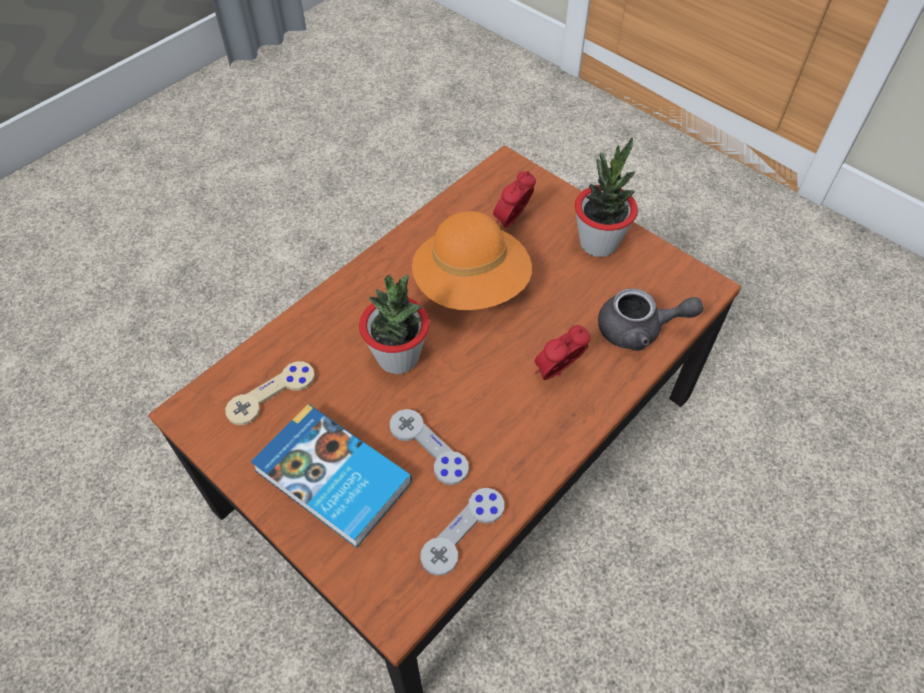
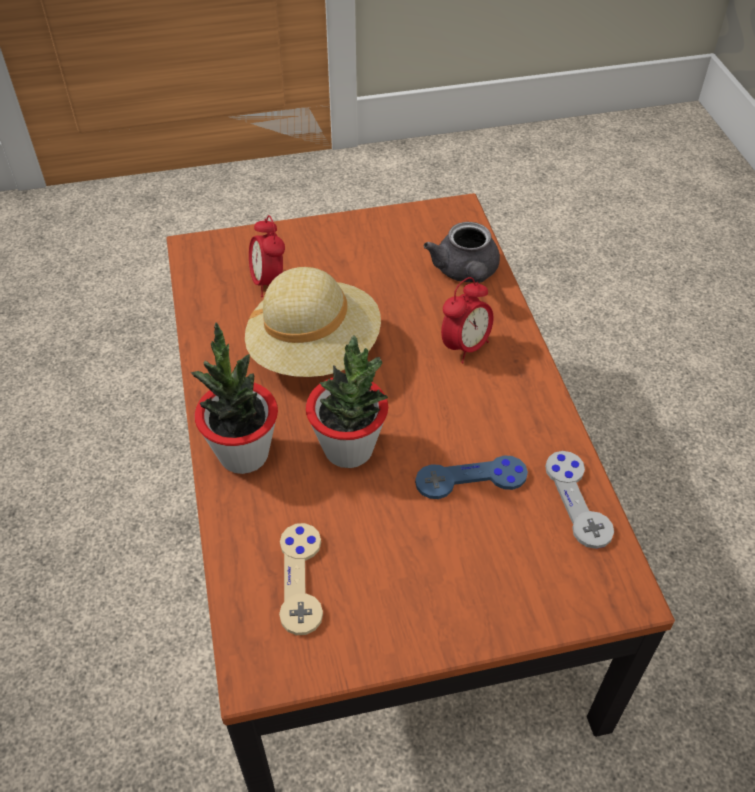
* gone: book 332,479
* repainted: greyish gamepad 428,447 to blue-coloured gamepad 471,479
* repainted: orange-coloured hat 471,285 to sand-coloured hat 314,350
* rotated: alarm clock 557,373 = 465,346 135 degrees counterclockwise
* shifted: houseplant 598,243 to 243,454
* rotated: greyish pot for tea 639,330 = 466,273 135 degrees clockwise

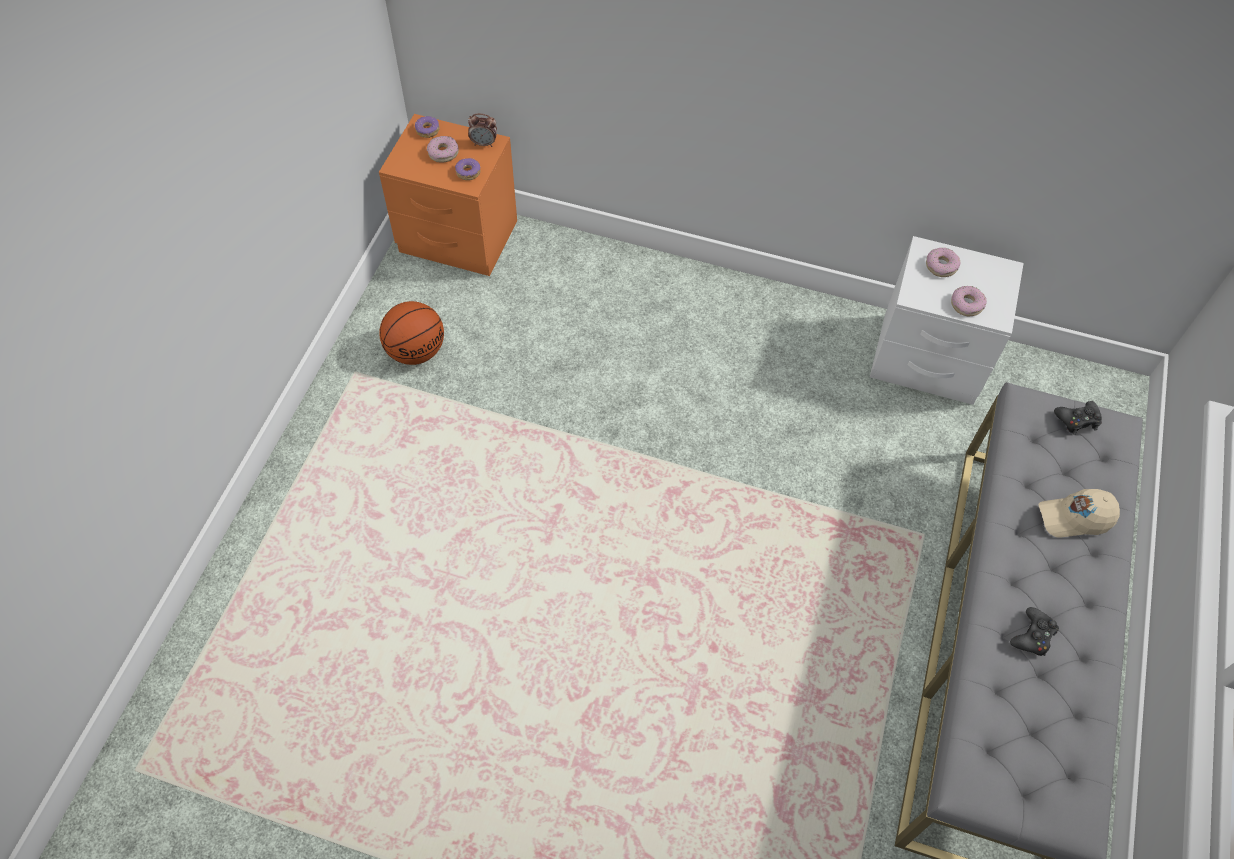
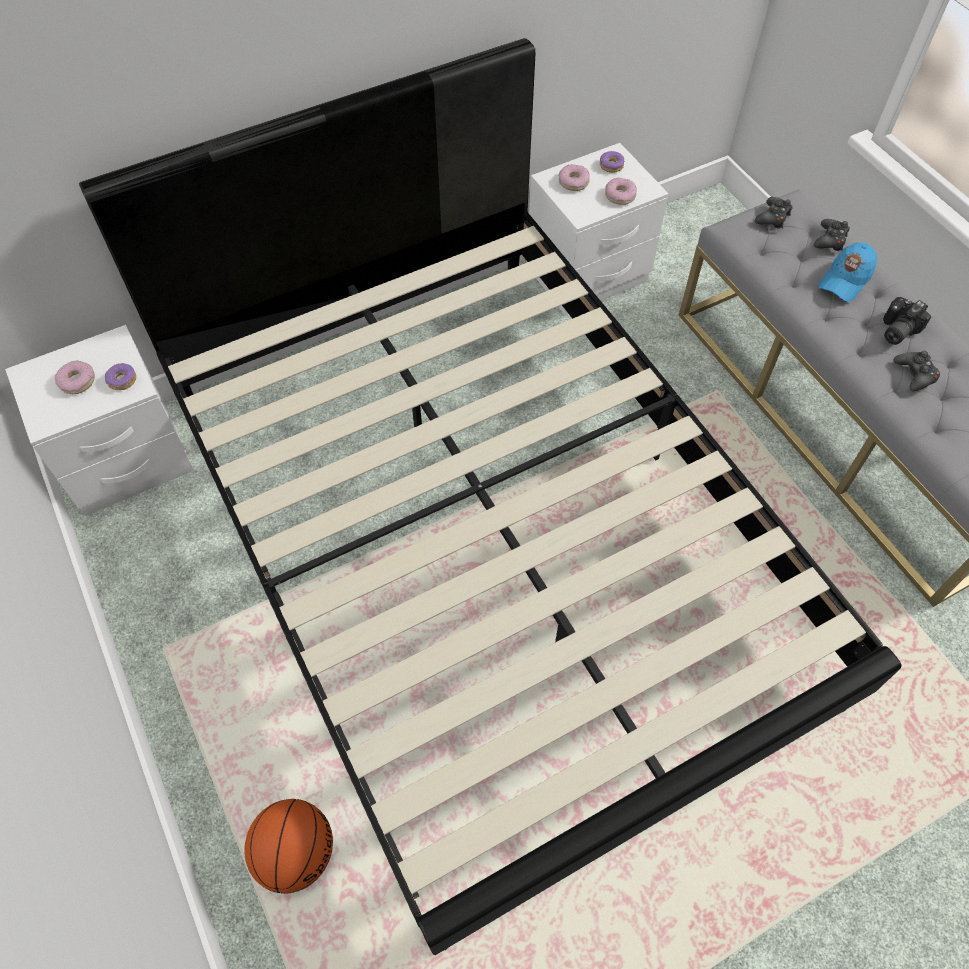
* repainted: orange-coloured nightstand 458,237 to white nightstand 128,461
* shifted: basketball ball 416,351 to 296,852
* shifted: ring doughnut 427,130 to 611,166
* gone: alarm clock 484,143
* repainted: sand-coloured cap 1074,517 to blue-coloured cap 845,280
* new: blackish bedroom bed 485,540
* new: blackish gamepad 830,240
* new: still camera 895,330

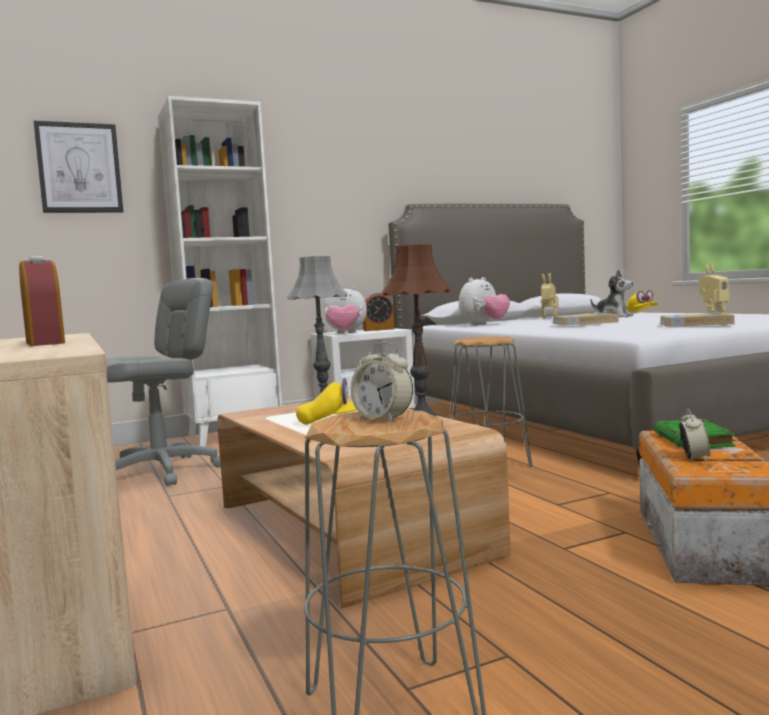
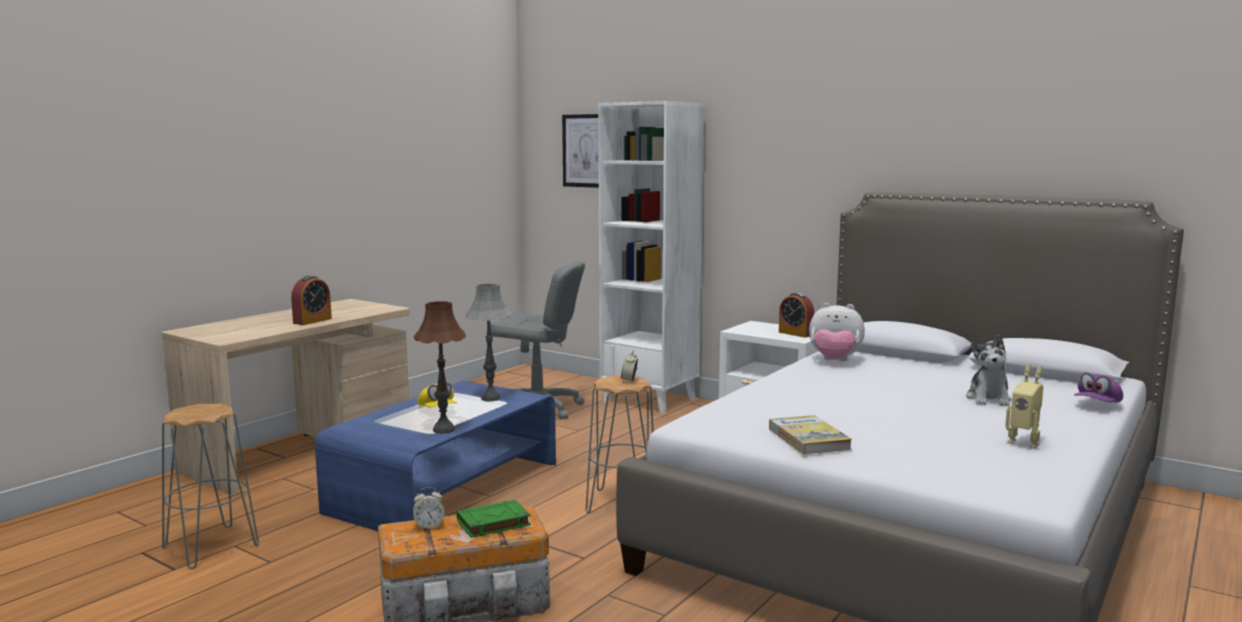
* repainted: brown-coloured low table 348,528 to blue-coloured low table 446,487
* gone: cuddly toy 345,333
* shifted: alarm clock 383,419 to 629,380
* gone: model robot 548,318
* gone: book 584,322
* repainted: yellowish cap 641,312 to purplish cap 1097,405

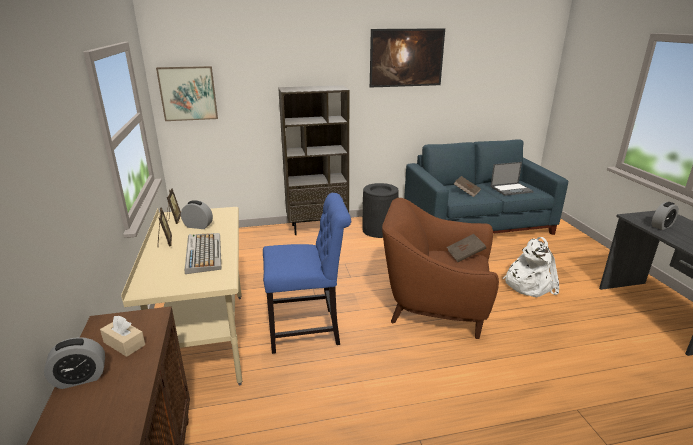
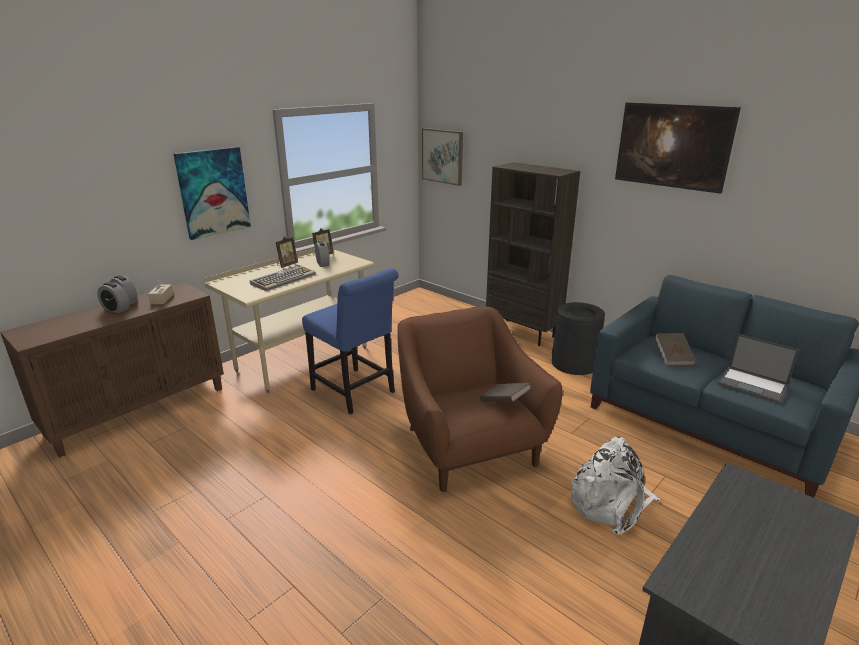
* shifted: alarm clock 661,226 to 116,309
* new: wall art 213,192

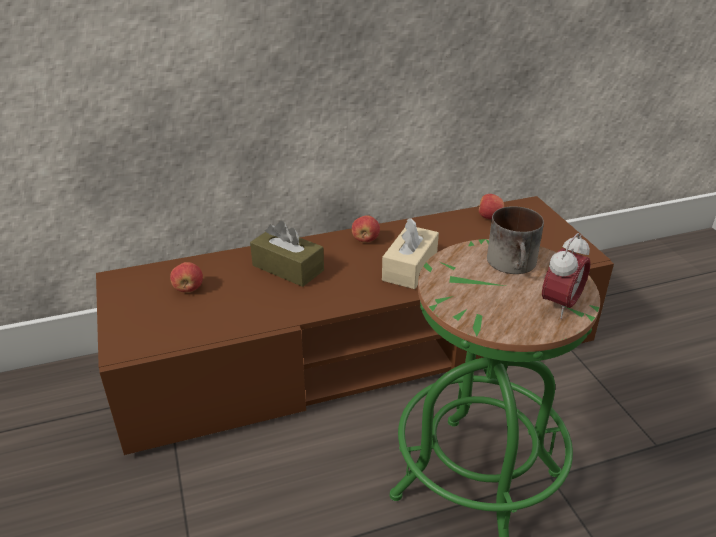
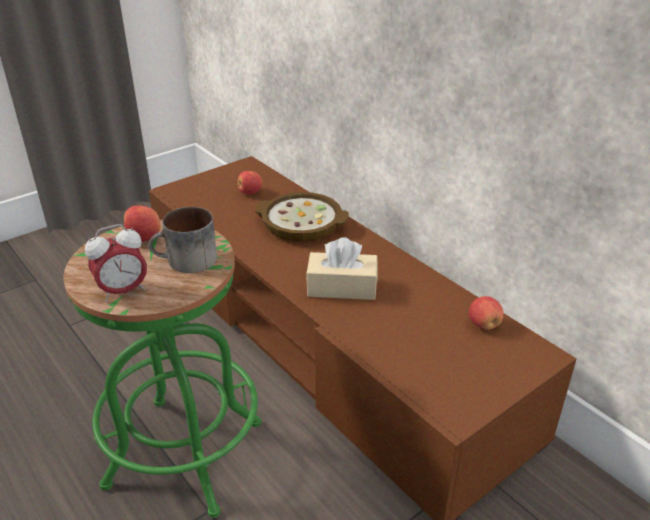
* swapped: brown-coloured tissue holder 288,268 to deep dish 302,225
* shifted: apple 365,240 to 143,238
* rotated: alarm clock 560,305 = 123,291 45 degrees counterclockwise

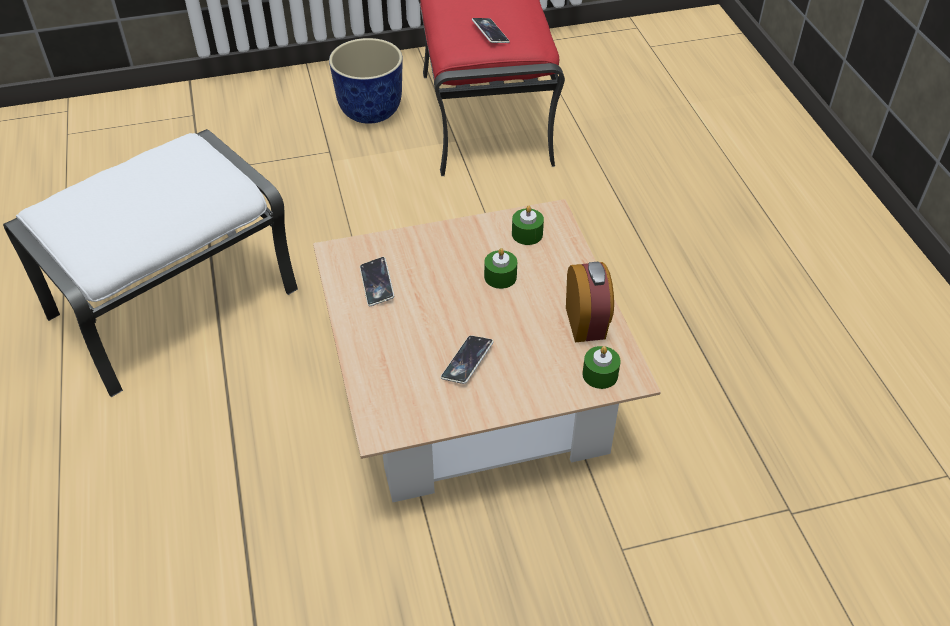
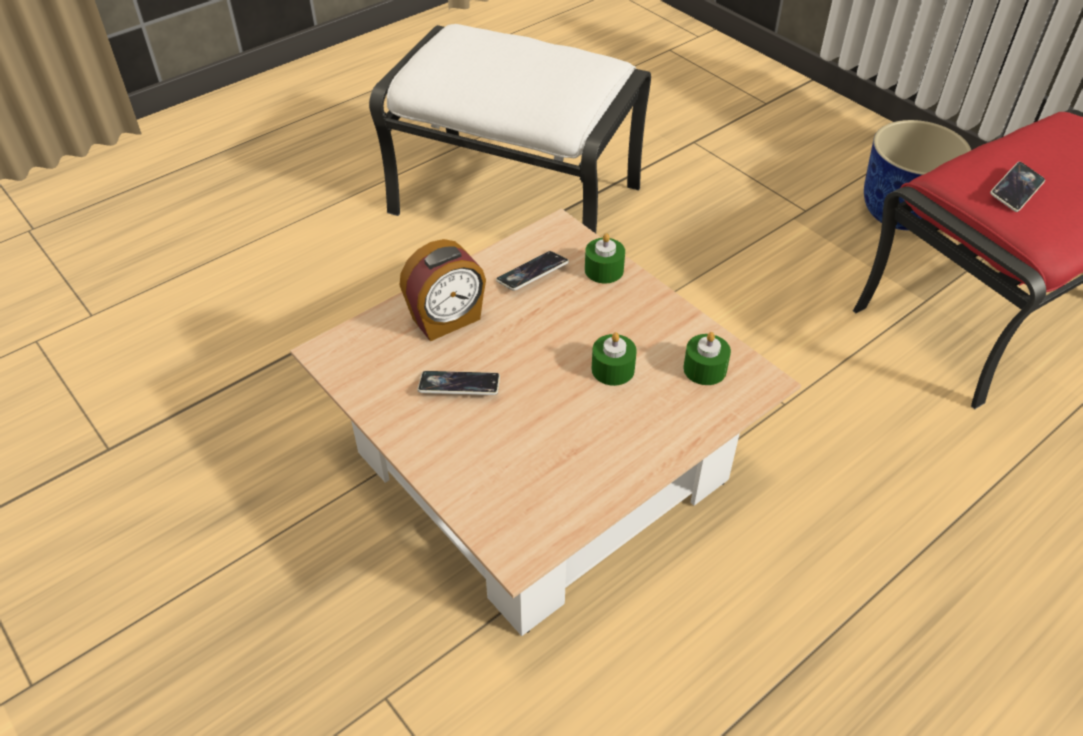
* shifted: alarm clock 586,323 to 447,320
* shifted: green wax candle 600,374 to 604,270

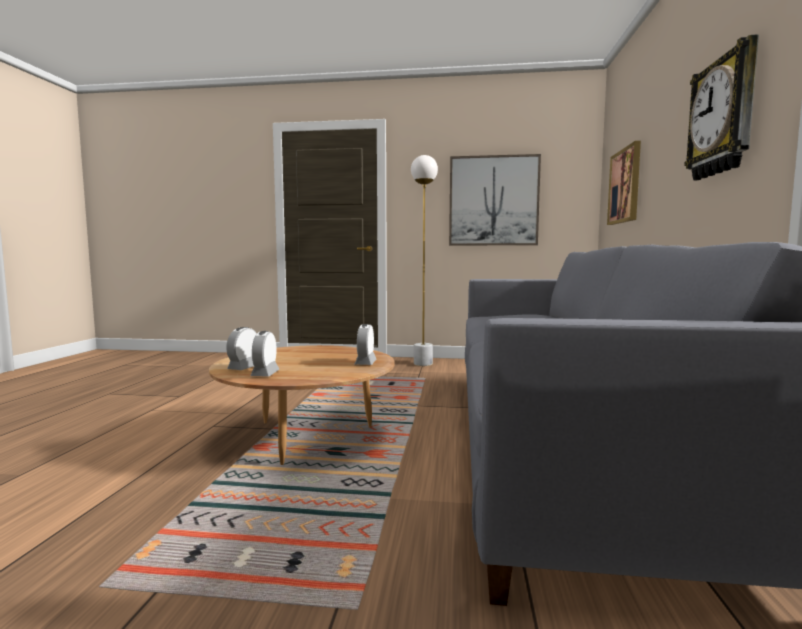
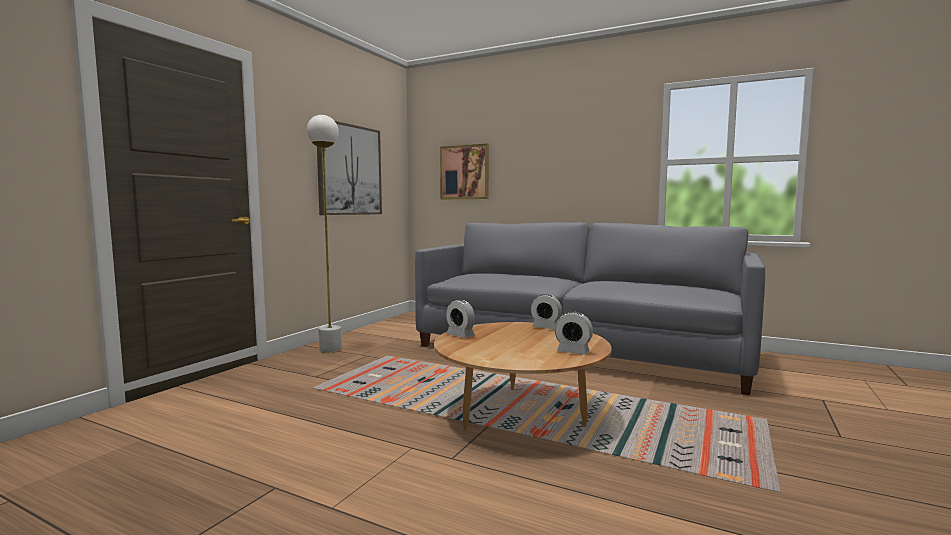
* shifted: alarm clock 244,367 to 460,335
* gone: clock on the wall 724,116

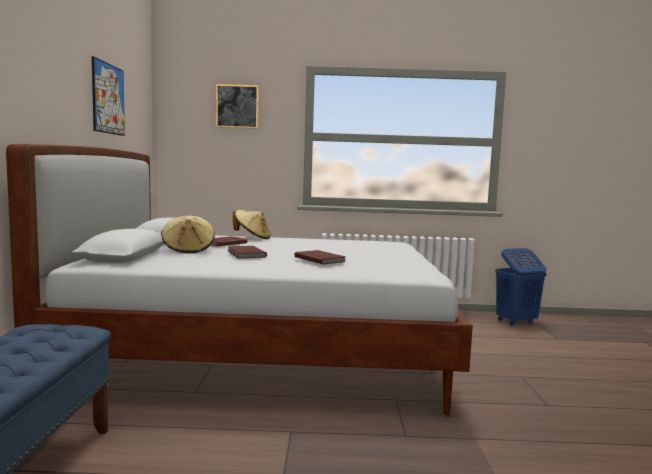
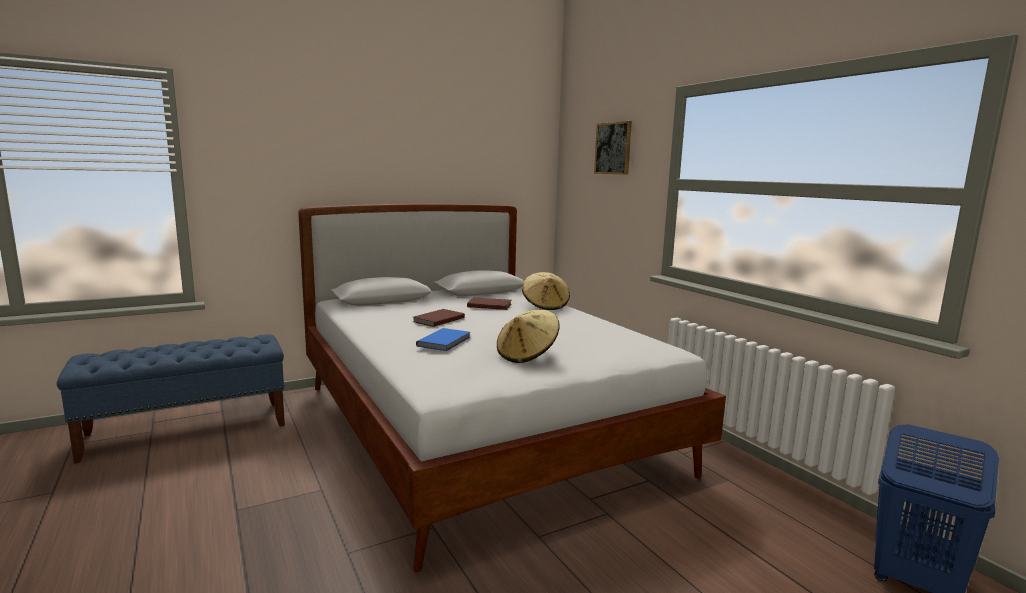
* gone: wall art 108,98
* shifted: sand-coloured hat 188,250 to 527,355
* repainted: brown-coloured book 320,259 to blue-coloured book 445,341

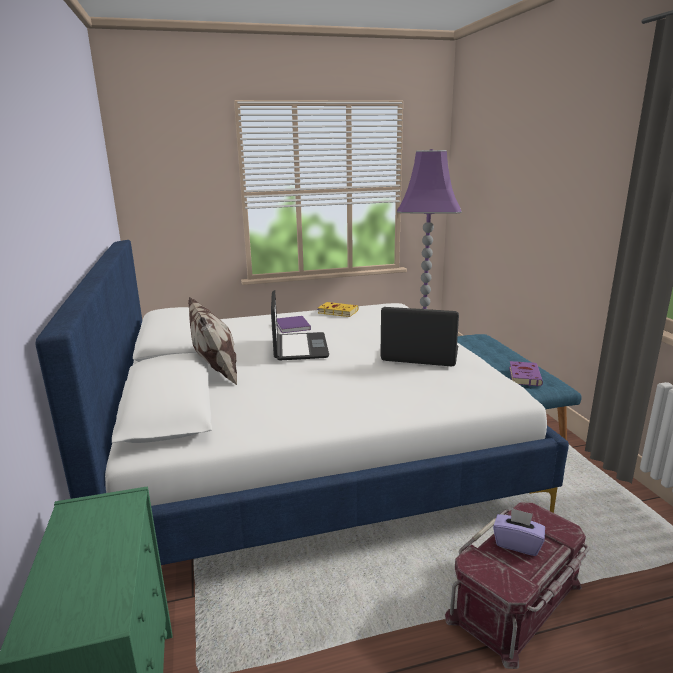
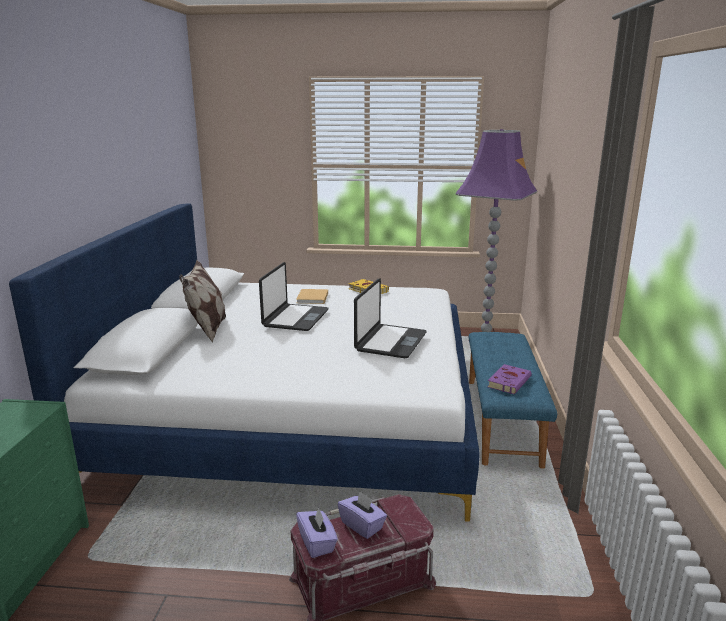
* repainted: purplish book 292,326 to sand-coloured book 312,298
* rotated: portable computer 420,355 = 390,342 75 degrees clockwise
* new: purplish tissue holder 317,543

